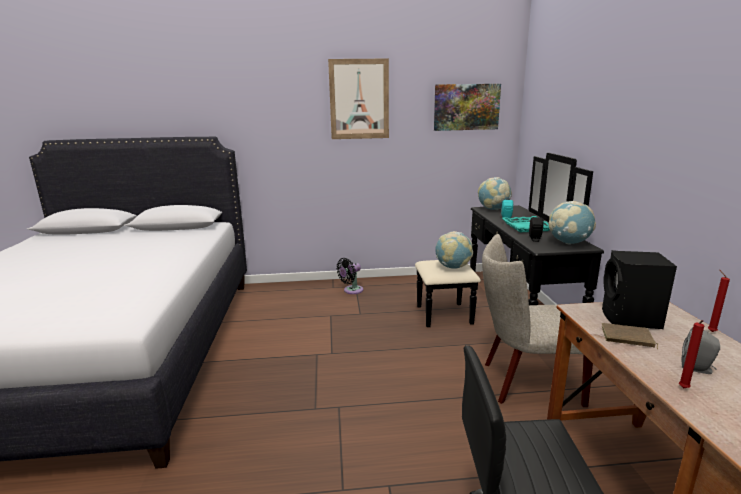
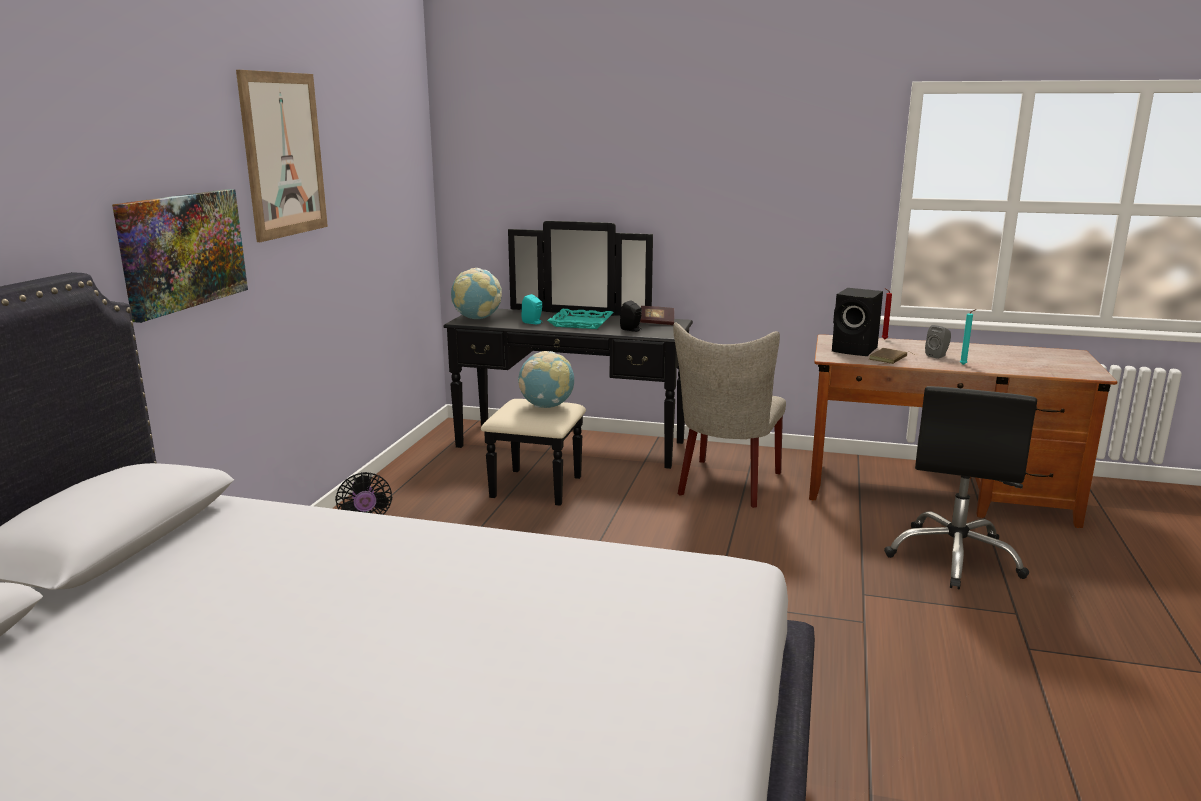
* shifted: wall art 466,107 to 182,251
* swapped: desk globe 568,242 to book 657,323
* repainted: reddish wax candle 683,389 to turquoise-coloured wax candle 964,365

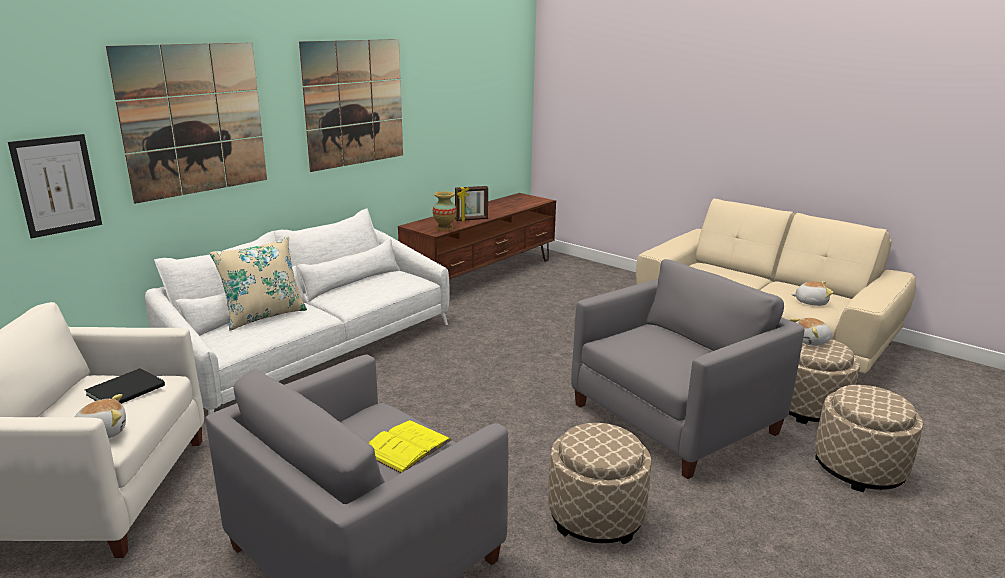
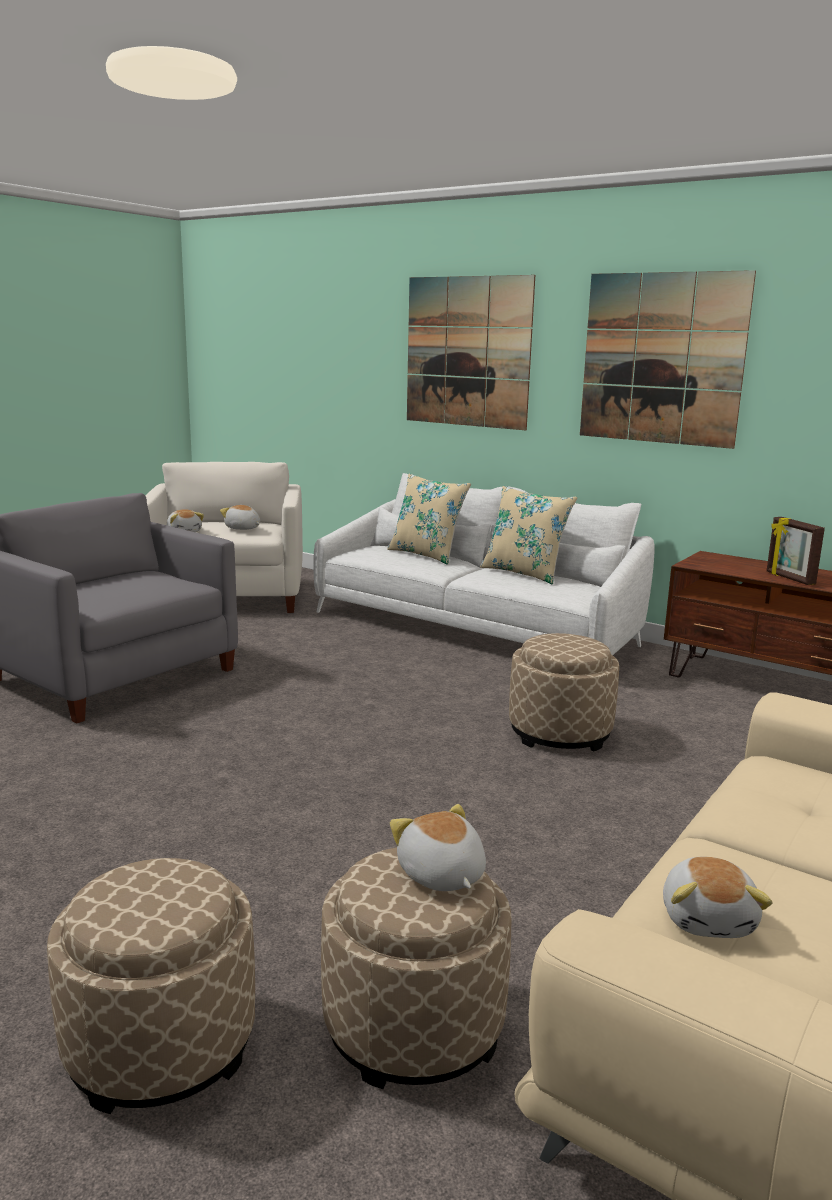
* gone: wall art 57,185
* swapped: blackish book 128,390 to cuddly toy 242,528
* gone: yellowish book 406,446
* gone: decorative vase 445,229
* shifted: sand-coloured pouffe 596,516 to 560,732
* gone: greyish easy chair 673,418
* new: sand-coloured cushion 524,573

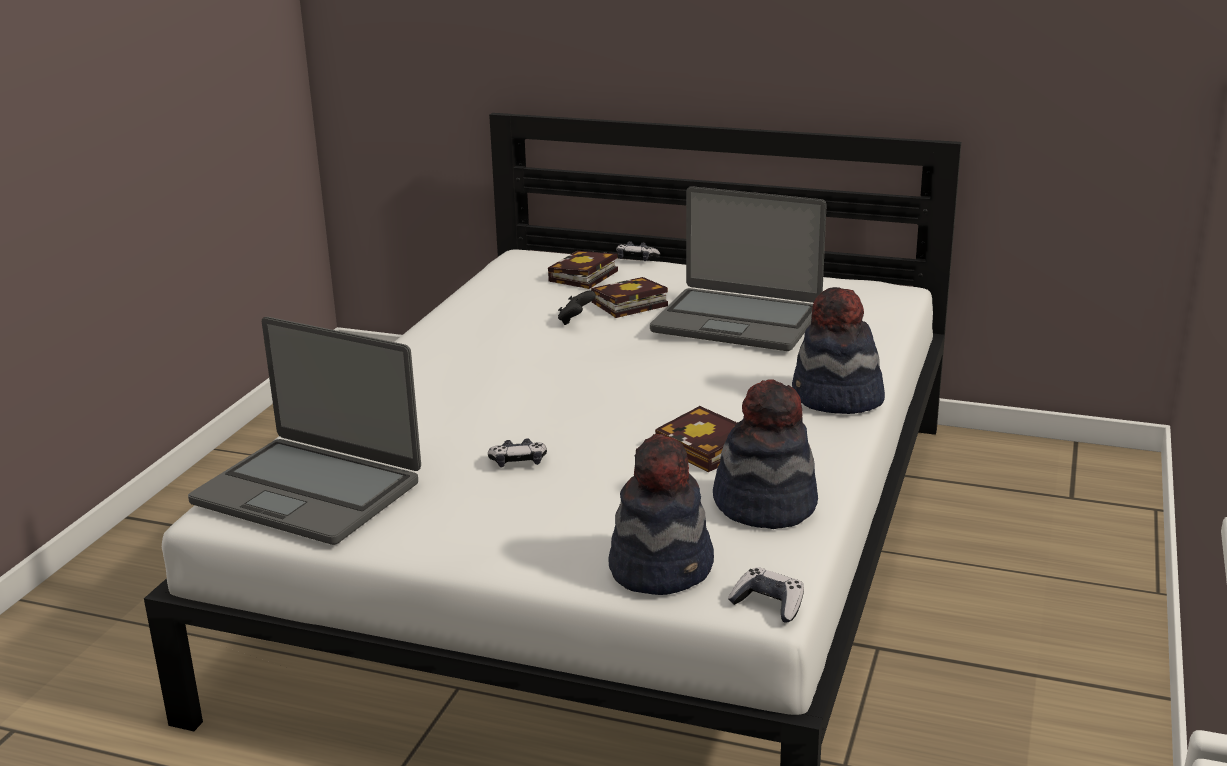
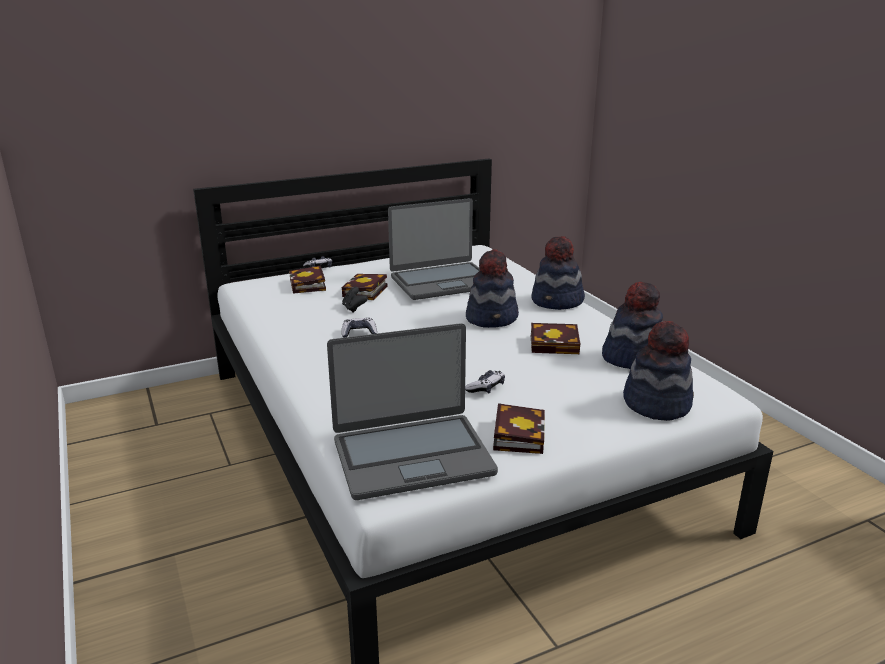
* shifted: gamepad 768,604 to 359,333
* new: hat 492,318
* new: book 517,434

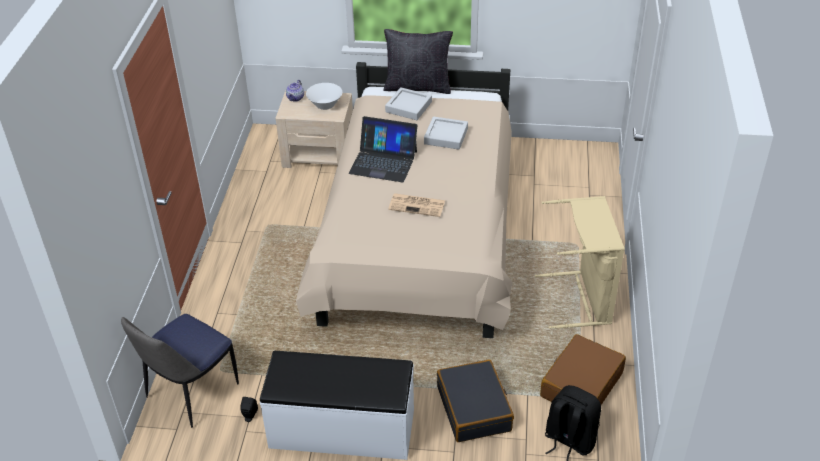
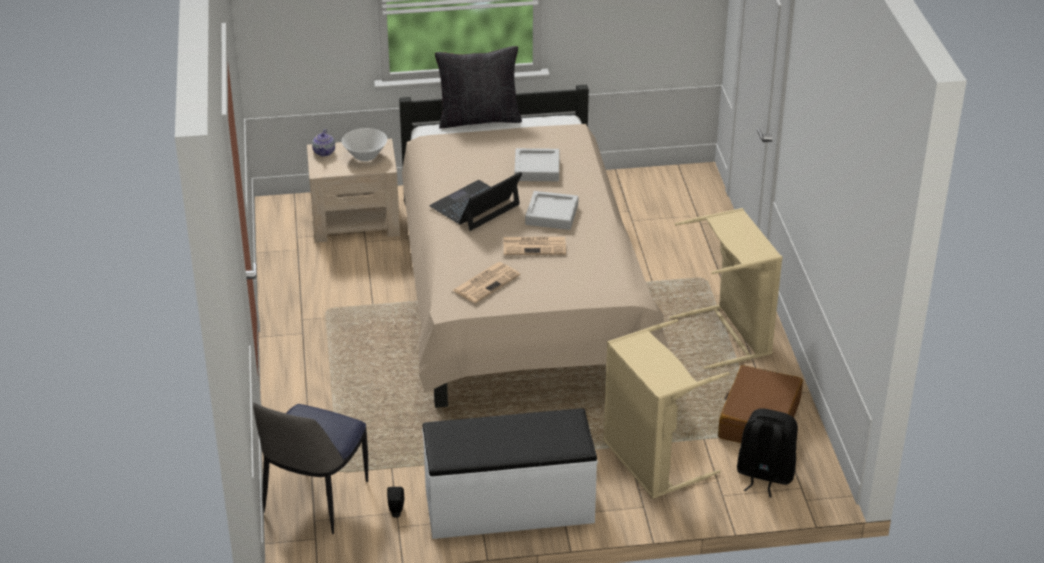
* rotated: portable computer 383,162 = 475,206 135 degrees clockwise
* shifted: greyish serving tray 408,107 to 551,214
* swapped: blackish piece of luggage 474,408 to sand-coloured hamper 650,461
* new: printed paper 486,282

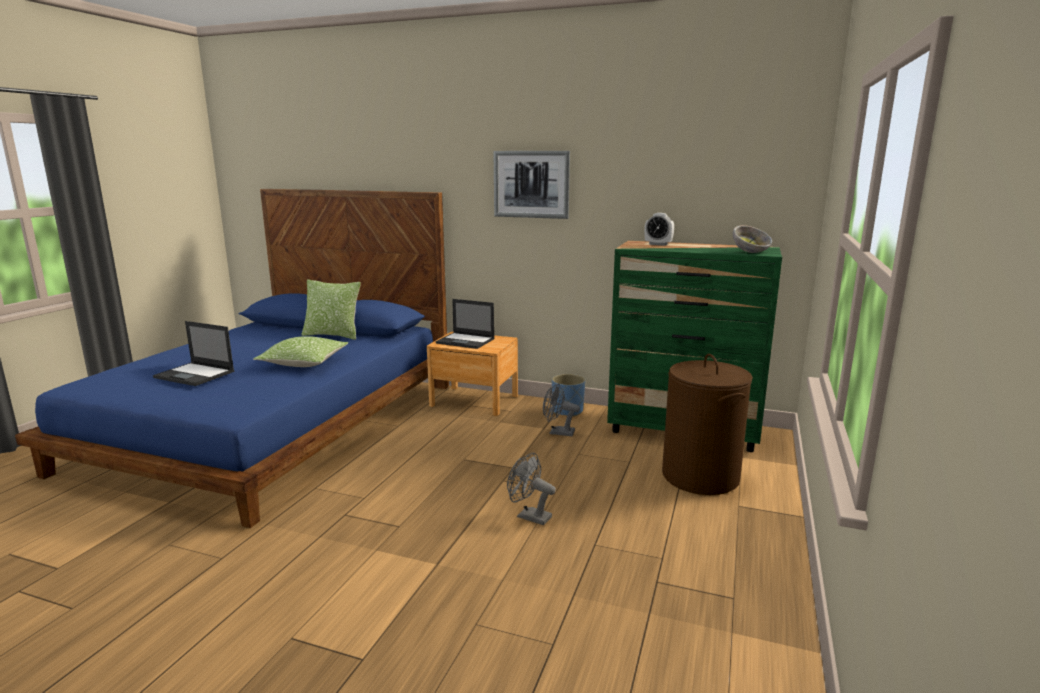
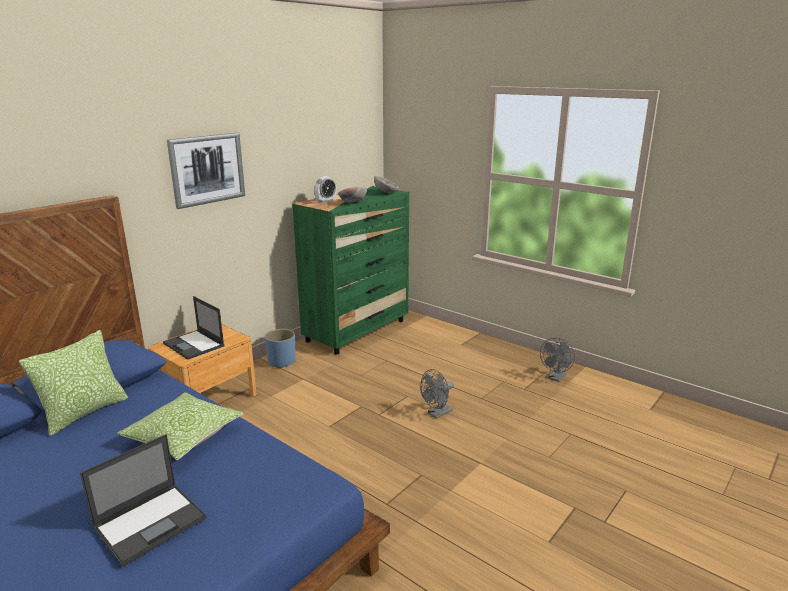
* rotated: portable computer 466,341 = 194,345 90 degrees clockwise
* shifted: greyish cooling fan 557,432 to 556,378
* gone: brown-coloured hamper 700,476
* new: deep dish 352,203

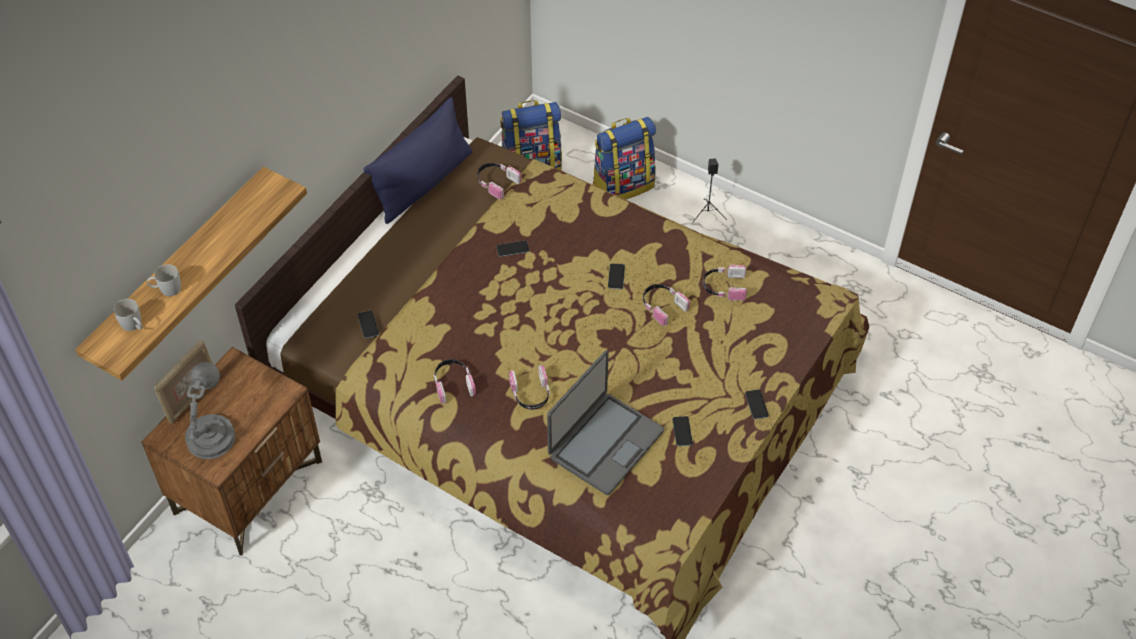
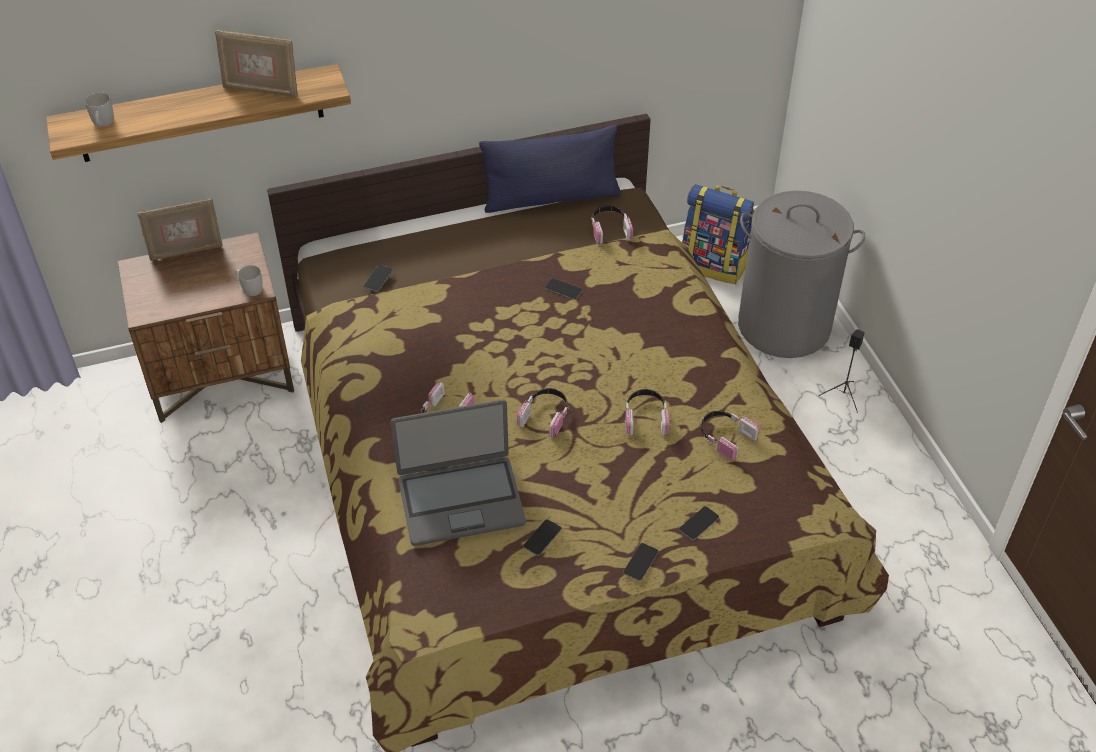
* shifted: white tea mug 166,289 to 249,288
* gone: greyish tabletop lamp 212,435
* shifted: headset 453,383 to 545,416
* swapped: rucksack 623,185 to greyish hamper 784,325
* shifted: telephone 616,276 to 699,523
* new: standing frame 261,90

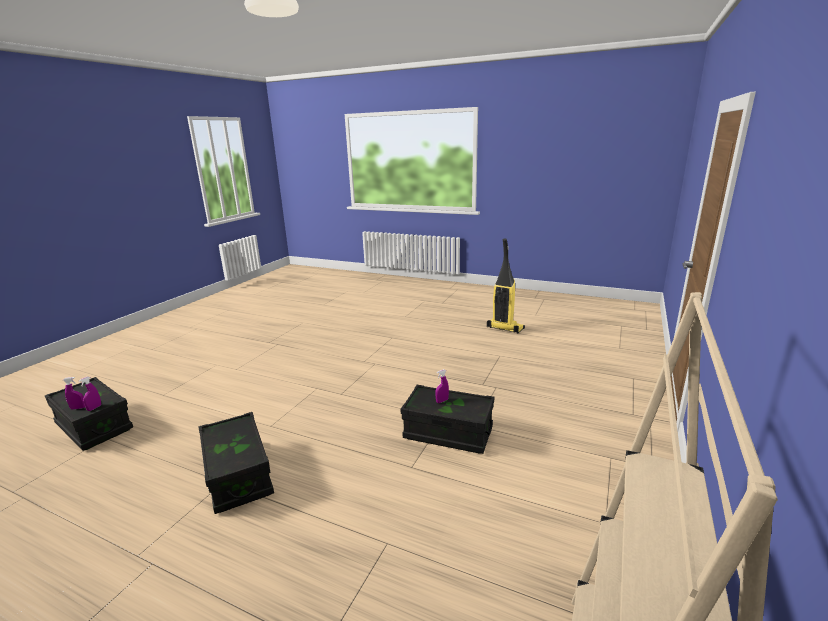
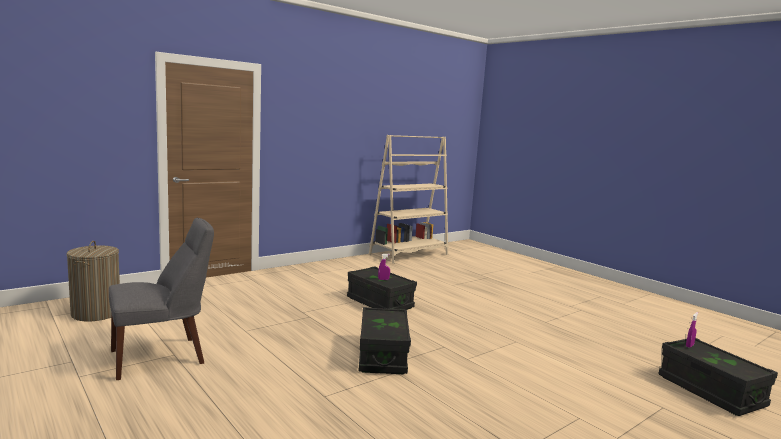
* gone: purplish sprayer 78,408
* shifted: blackish storage container 238,475 to 382,355
* swapped: hoover 504,328 to greyish chair 162,356
* new: hamper 96,313

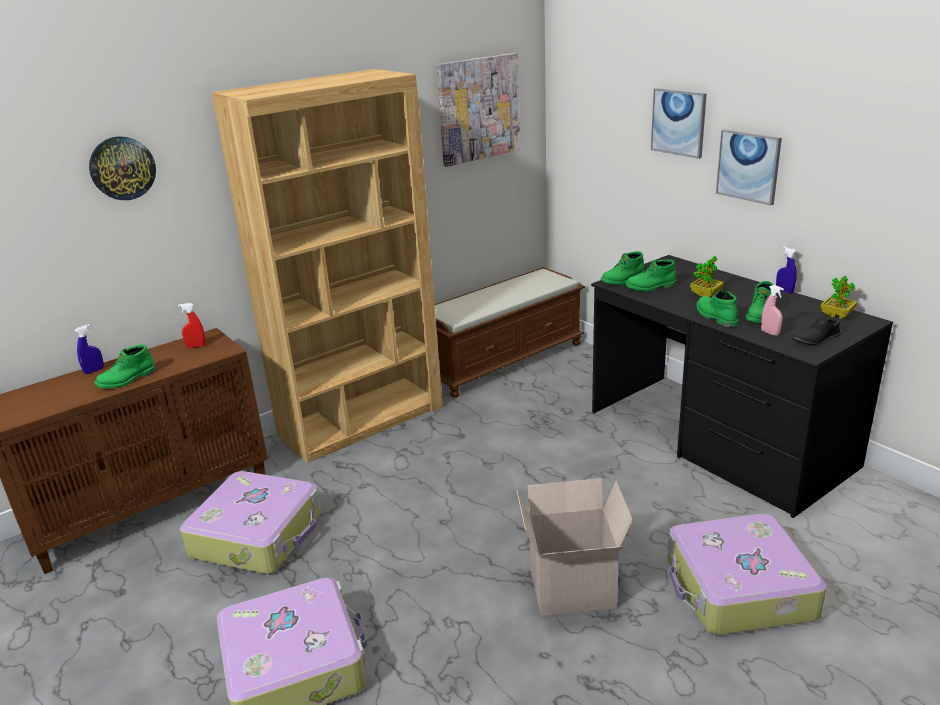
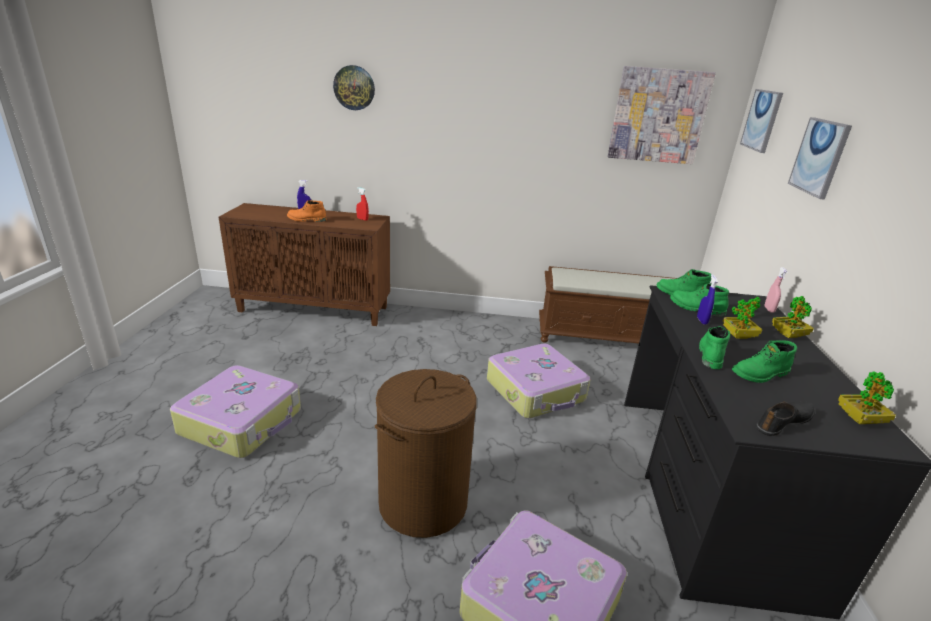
* repainted: green tall boot 127,380 to orange-coloured tall boot 306,220
* shifted: piece of luggage 258,535 to 536,391
* gone: brown-coloured shelving unit 362,420
* swapped: carton 571,591 to brown-coloured hamper 423,502
* shifted: wall art 748,166 to 762,120
* shifted: pink sprayer 770,333 to 769,309
* shifted: blue-coloured sprayer 784,291 to 701,321
* rotated: blackish low shoe 815,339 = 784,422 135 degrees clockwise
* new: houseplant 788,334

